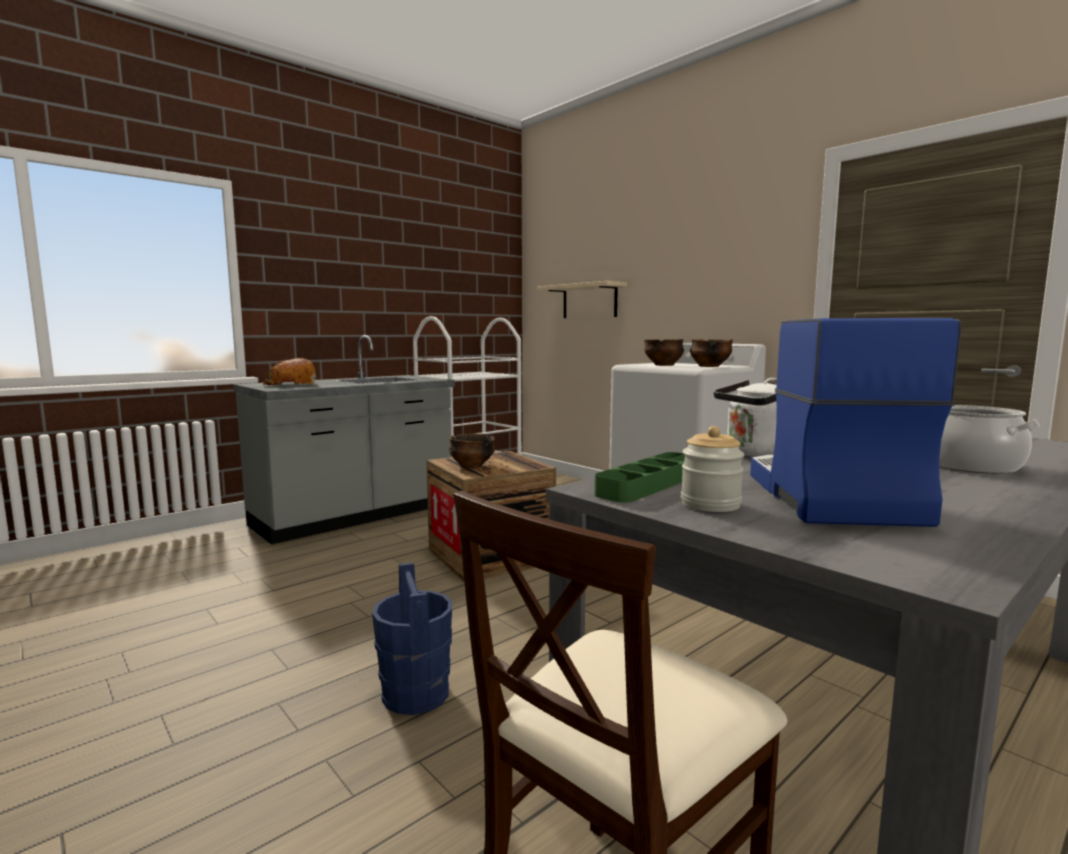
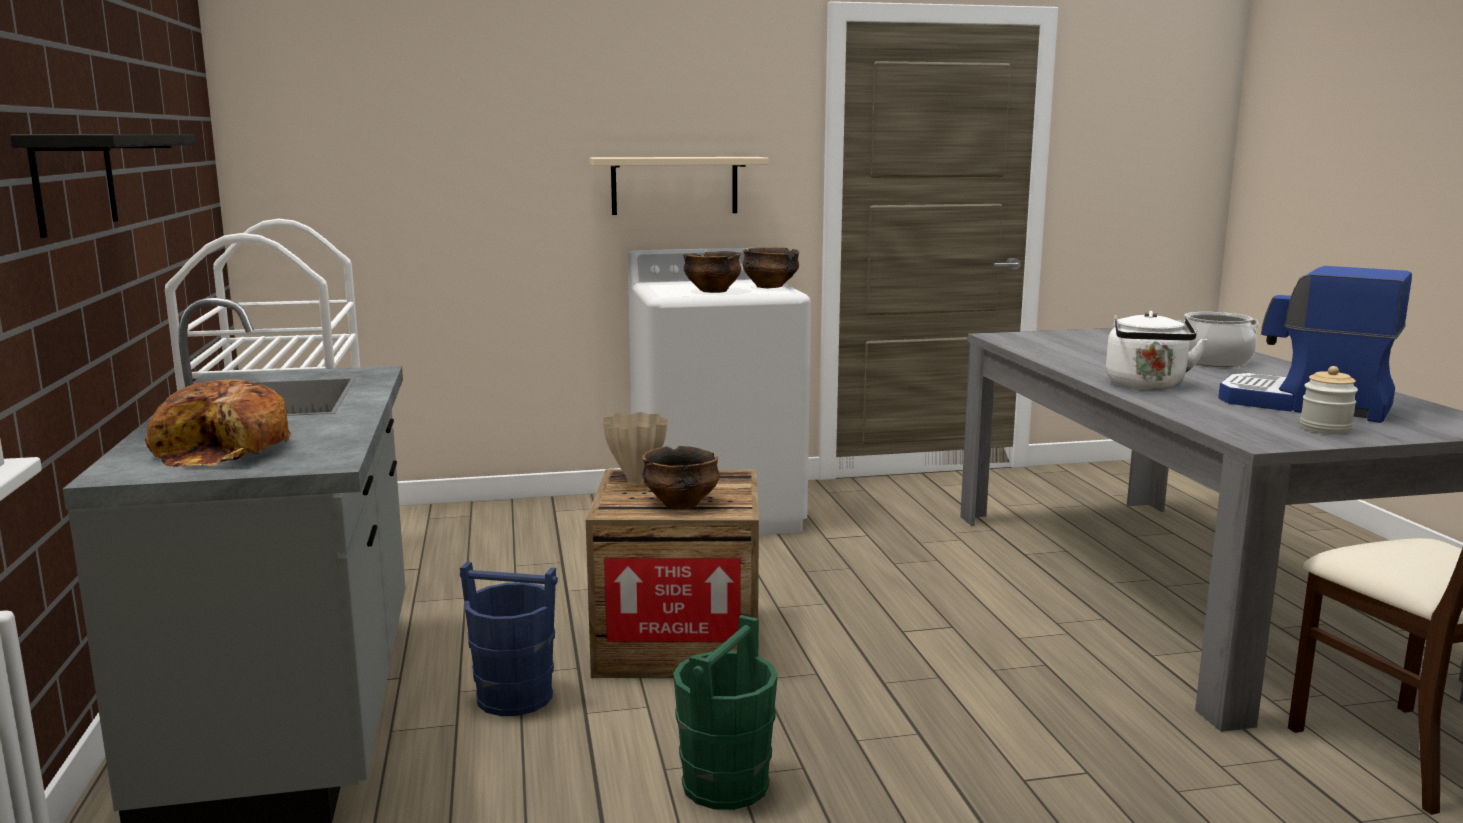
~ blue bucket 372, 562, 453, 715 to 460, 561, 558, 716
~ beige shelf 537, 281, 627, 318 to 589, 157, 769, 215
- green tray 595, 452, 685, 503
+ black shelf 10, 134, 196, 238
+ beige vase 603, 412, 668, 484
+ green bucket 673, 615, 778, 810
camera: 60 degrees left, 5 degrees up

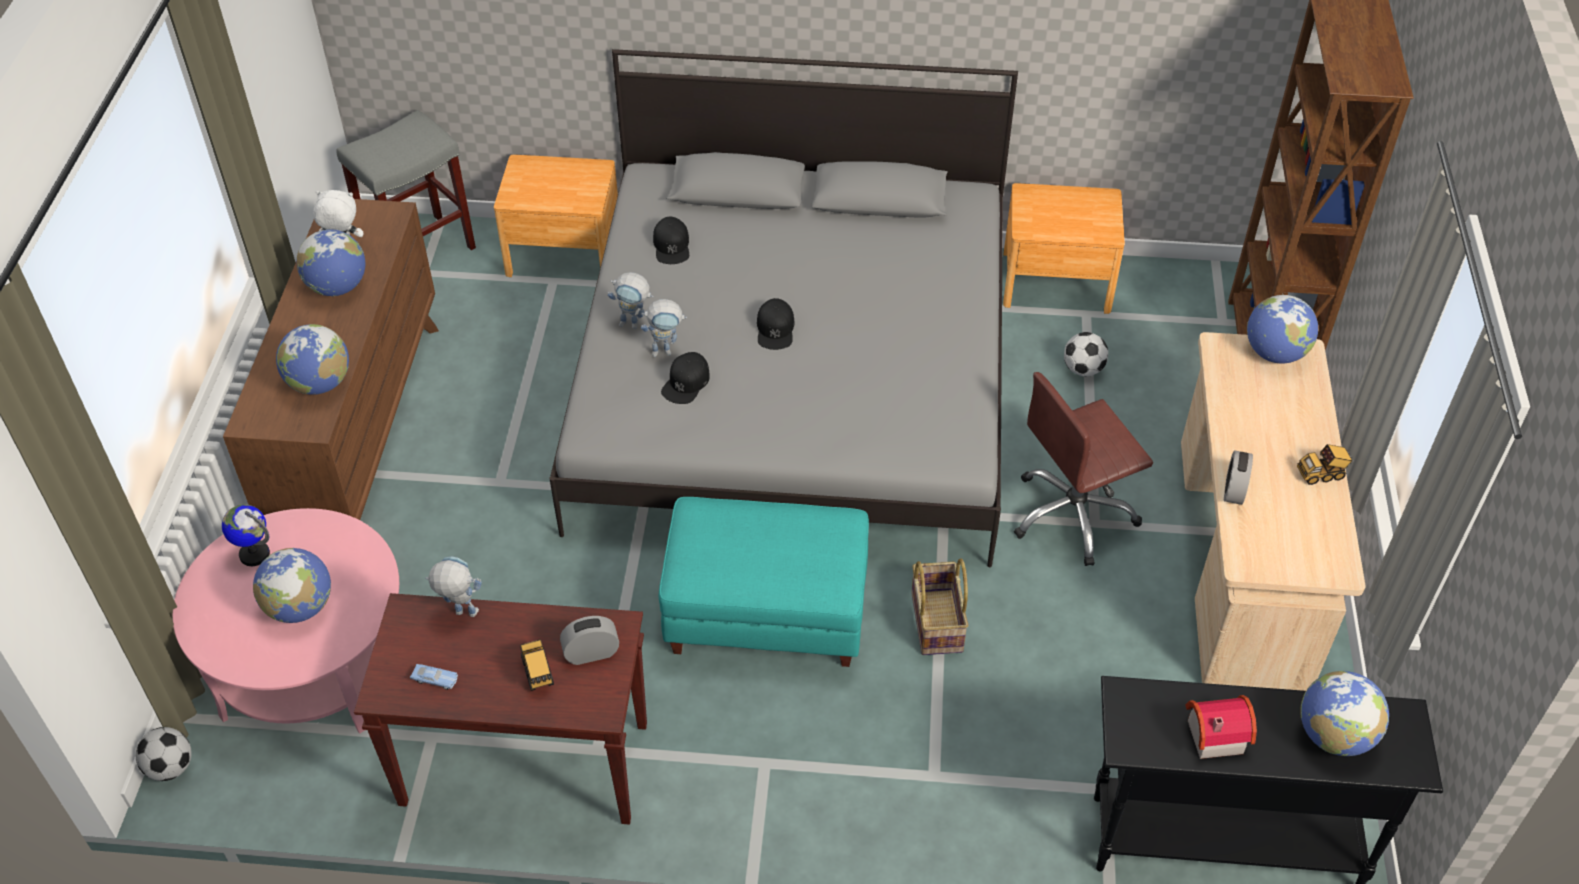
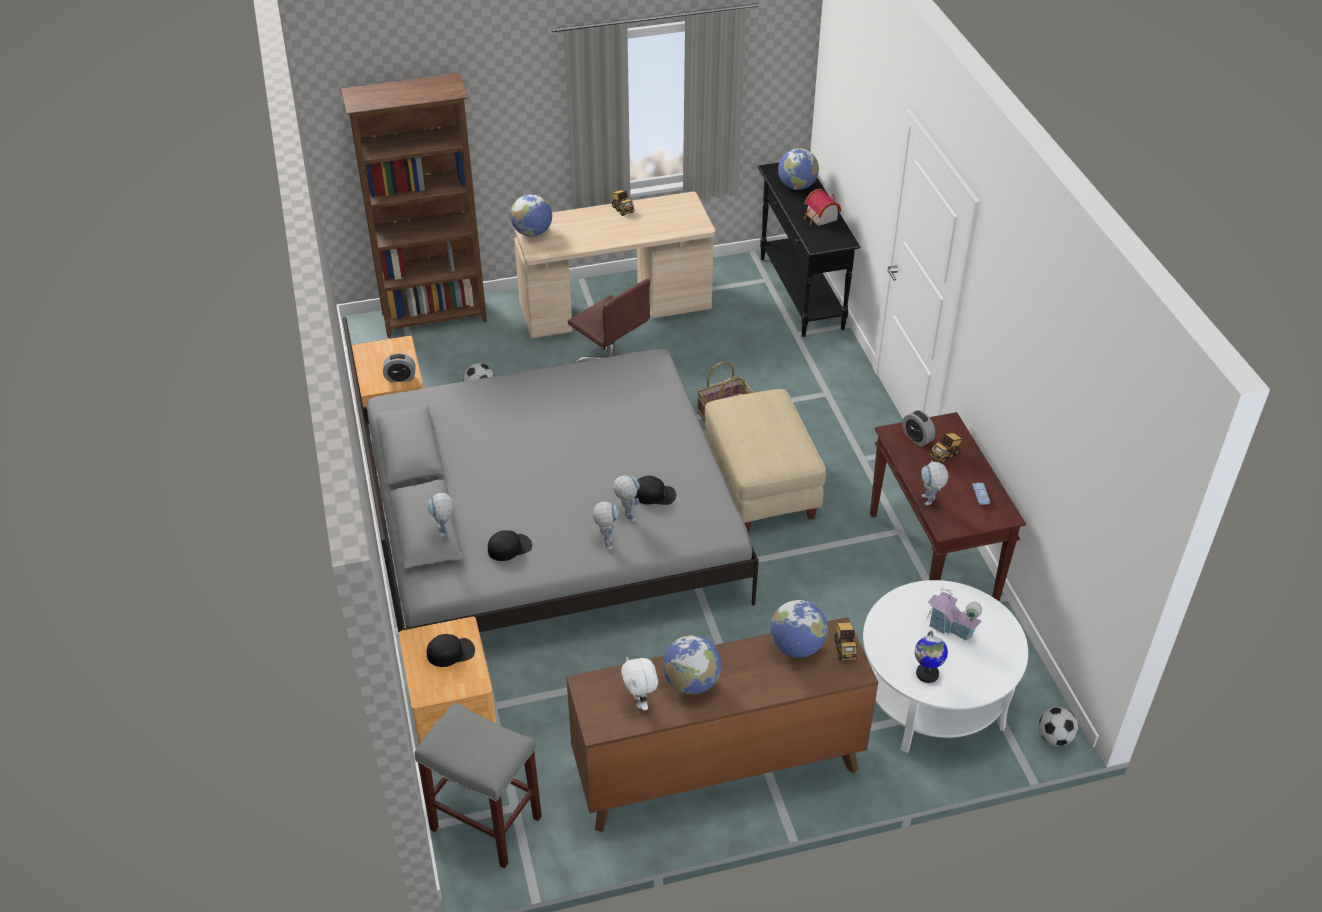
~ pink coffee table 173, 508, 399, 733 to white coffee table 863, 580, 1028, 753
~ globe 253, 548, 331, 623 to toy house 927, 588, 982, 641
~ turquoise ottoman 659, 497, 869, 667 to beige ottoman 705, 389, 826, 532
~ black cap 757, 298, 795, 350 to 427, 634, 475, 667
~ alarm clock 1224, 450, 1253, 505 to 383, 353, 415, 382
+ toy robot 427, 491, 454, 537
+ toy truck 834, 622, 857, 661
camera: 110 degrees left, 5 degrees down

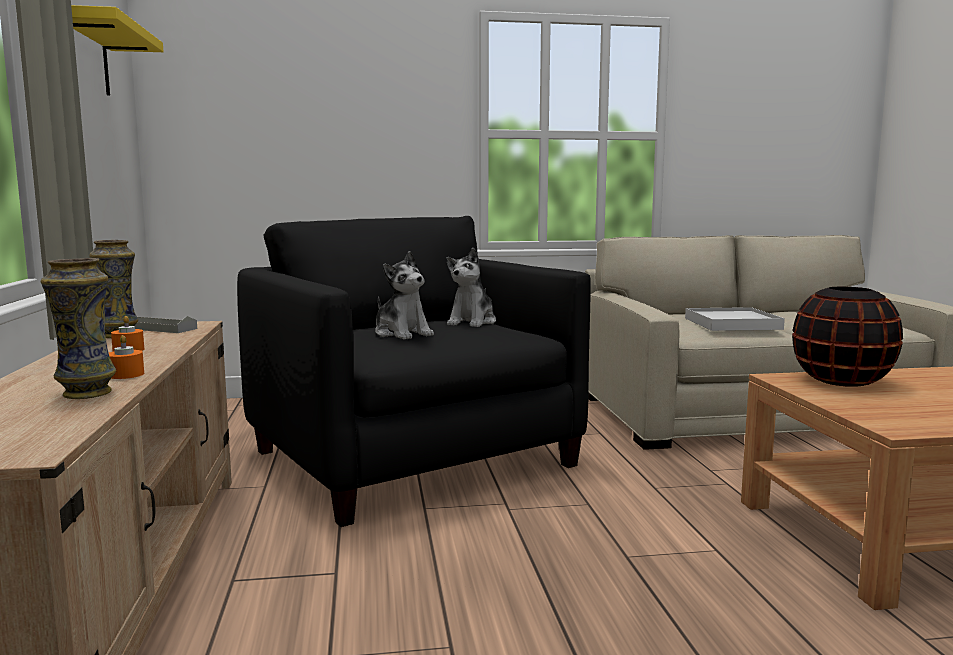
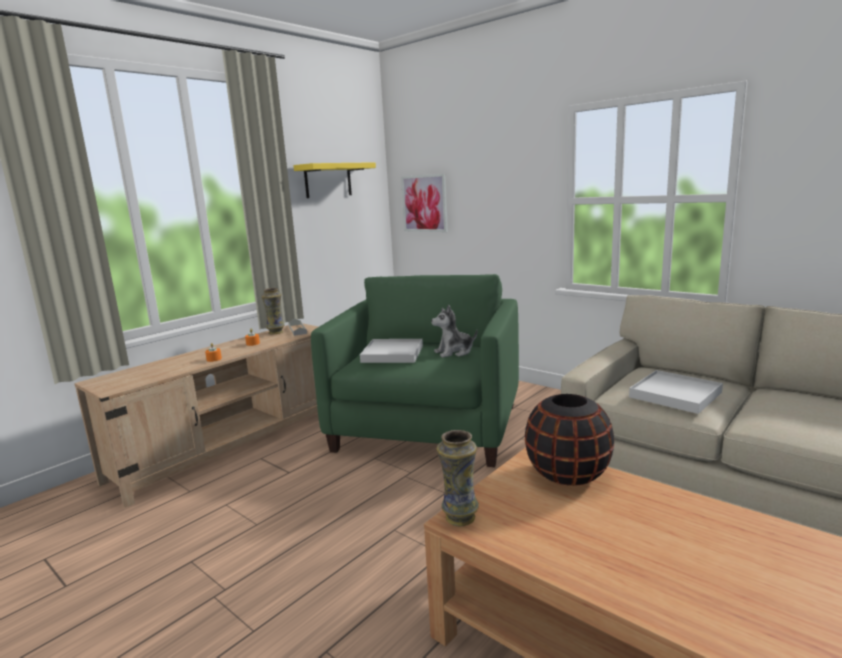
~ vase 41, 258, 116, 399 to 437, 430, 479, 526
~ black armchair 237, 216, 591, 527 to green armchair 311, 274, 519, 467
~ plush toy 375, 251, 434, 340 to white tray 360, 339, 423, 363
+ picture 401, 174, 448, 232
camera: 50 degrees right, 5 degrees up

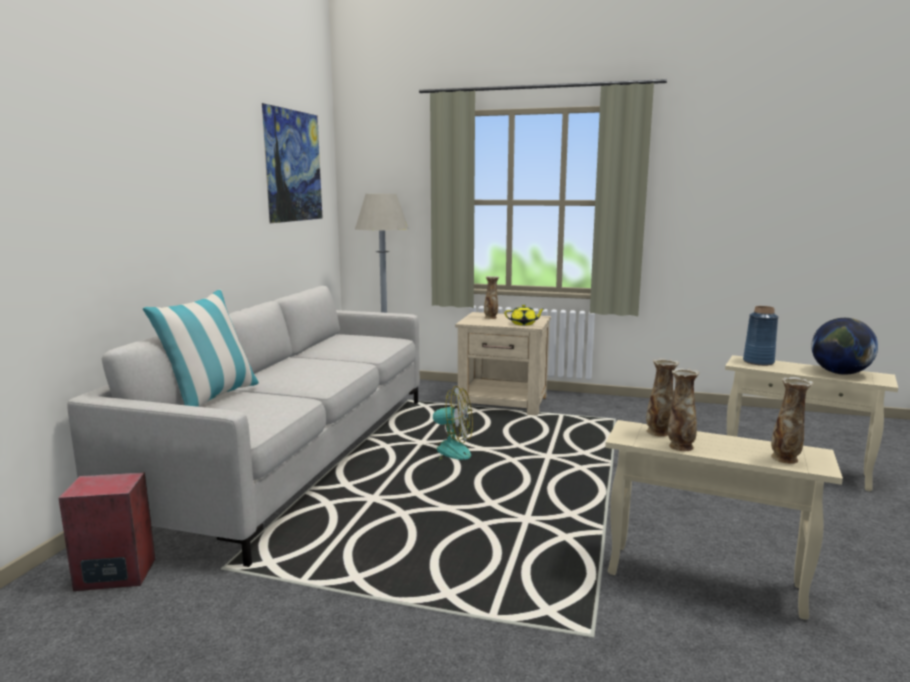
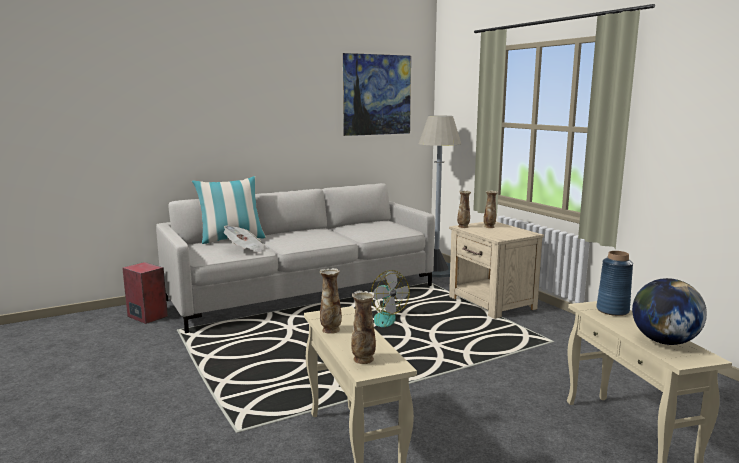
- yellow teapot 505, 304, 544, 326
~ vase 646, 358, 679, 437 to 457, 191, 471, 228
+ newspaper 224, 226, 265, 253
camera: 45 degrees right, 0 degrees up

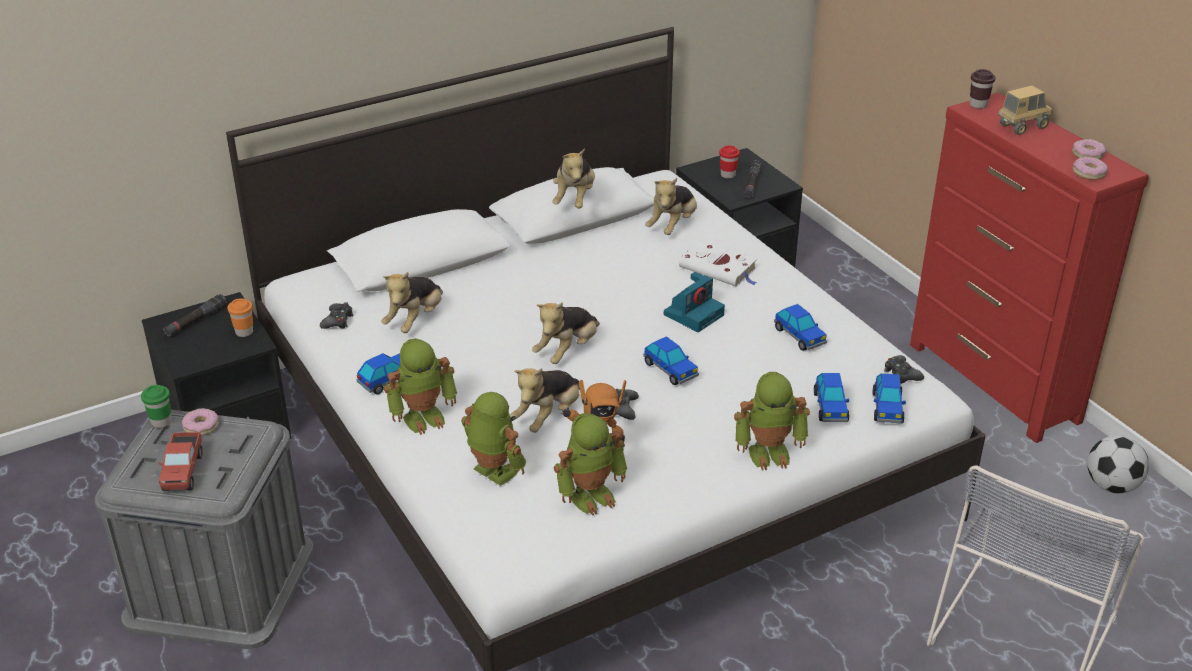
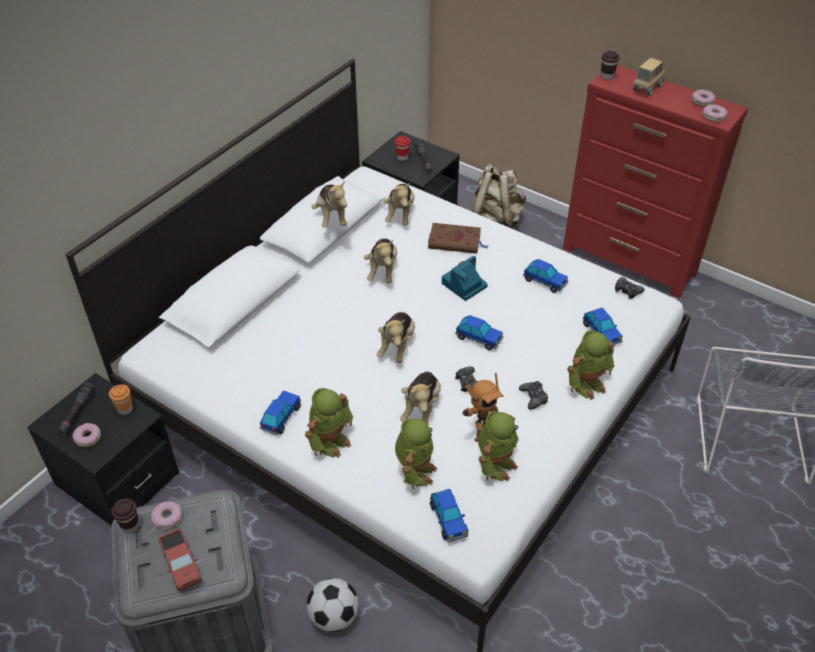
~ green cup 141, 385, 172, 428 to brown cup 111, 499, 139, 534
~ black game controller 320, 302, 354, 329 to 519, 381, 548, 410
~ plush toy 381, 272, 443, 333 to 364, 238, 397, 283
~ toy robot 461, 392, 526, 486 = 395, 419, 437, 489 90 degrees clockwise
~ photo camera 664, 272, 725, 332 = 442, 256, 488, 301 150 degrees counterclockwise
~ white book 679, 240, 757, 286 to brown book 428, 223, 489, 254
~ toy car 873, 373, 906, 424 to 430, 489, 468, 542
~ football 1087, 435, 1149, 493 to 307, 578, 359, 632
+ donut 73, 423, 101, 447
+ beige backpack 472, 164, 526, 229
camera: 25 degrees left, 10 degrees up

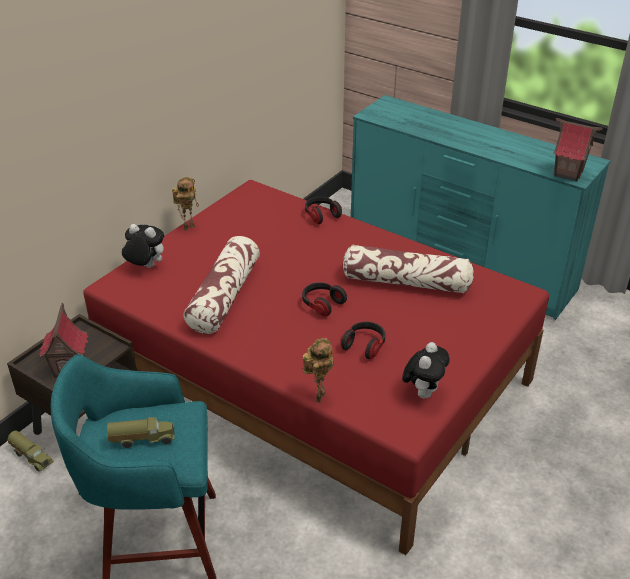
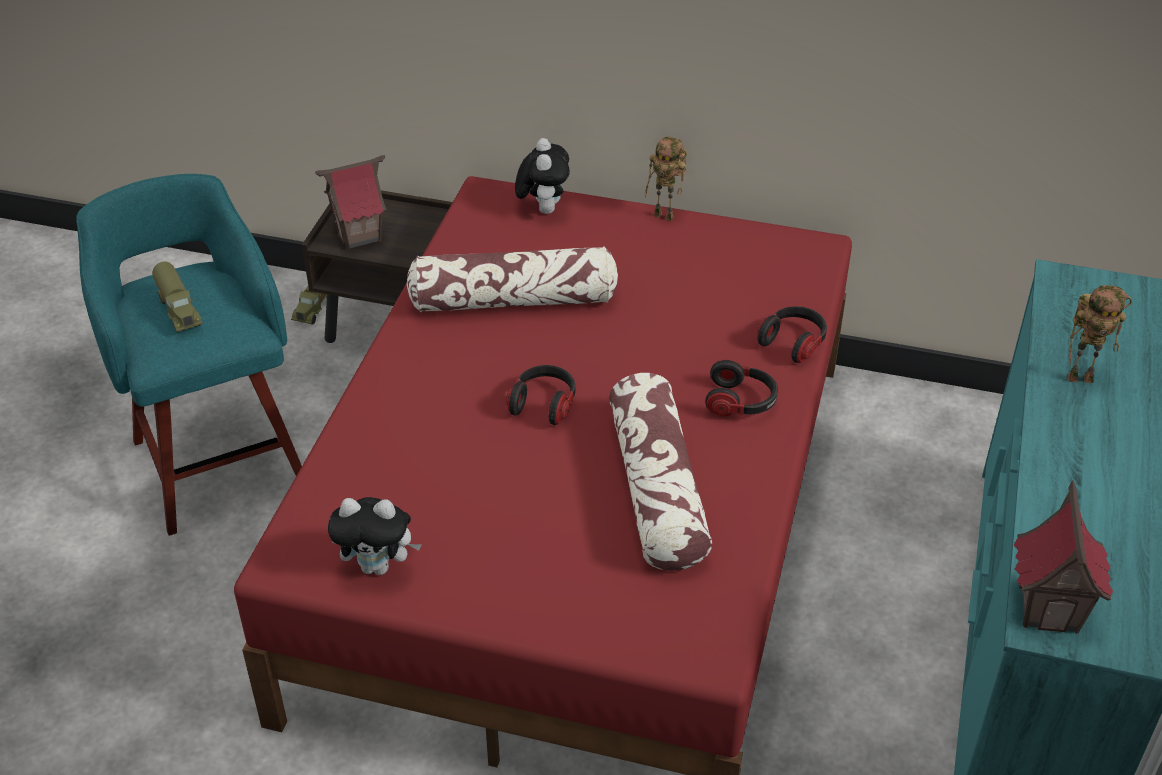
~ toy robot 303, 338, 334, 403 to 1068, 285, 1132, 383
~ headphones 340, 322, 386, 359 to 705, 360, 778, 416
camera: 70 degrees right, 5 degrees up

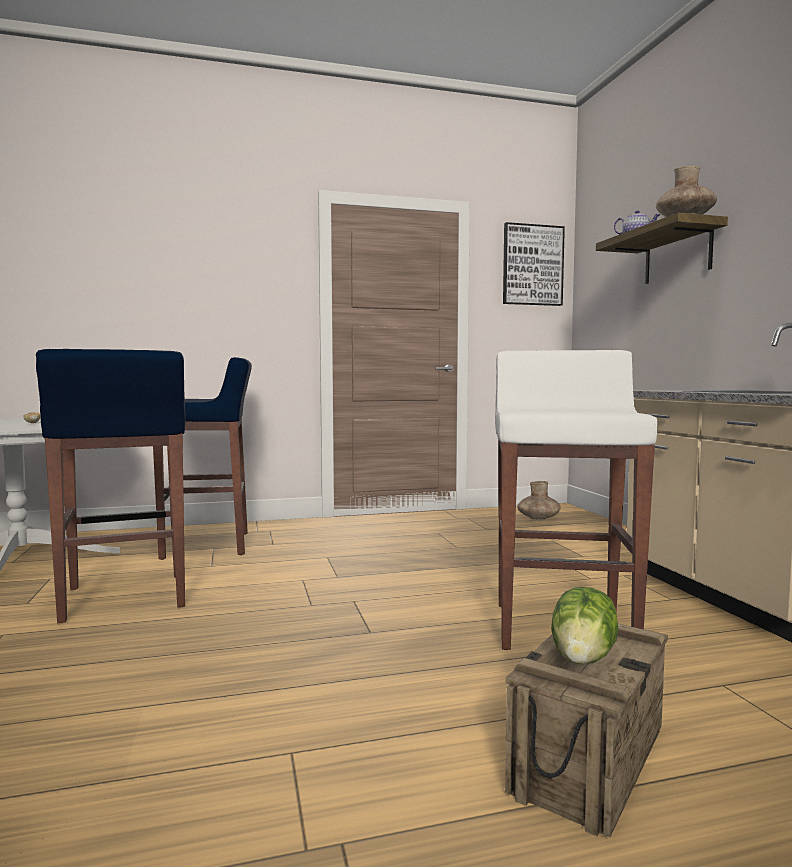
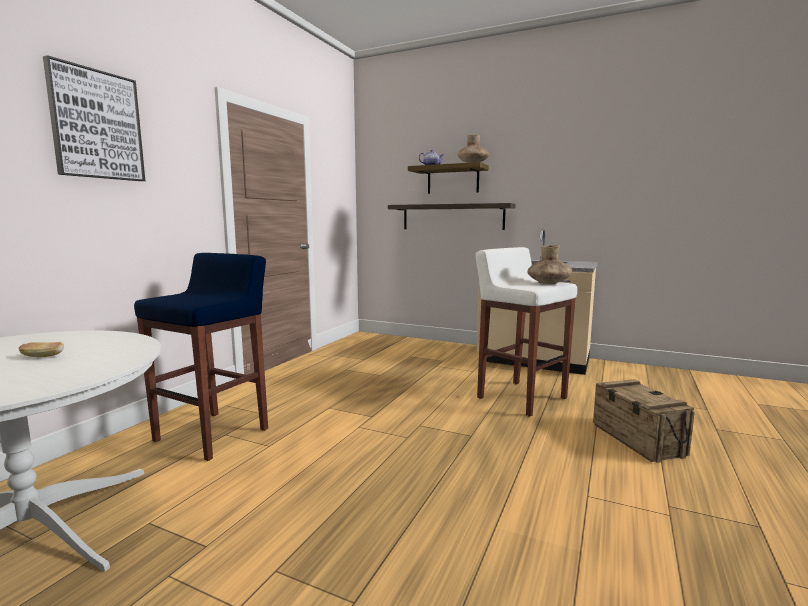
- blue stool 36, 349, 186, 623
~ picture 503, 222, 565, 306 to 43, 55, 145, 181
~ brown vase 517, 481, 561, 520 to 527, 245, 572, 284
- lettuce 551, 587, 618, 665
+ shelf 388, 203, 515, 230
camera: 50 degrees left, 5 degrees up

